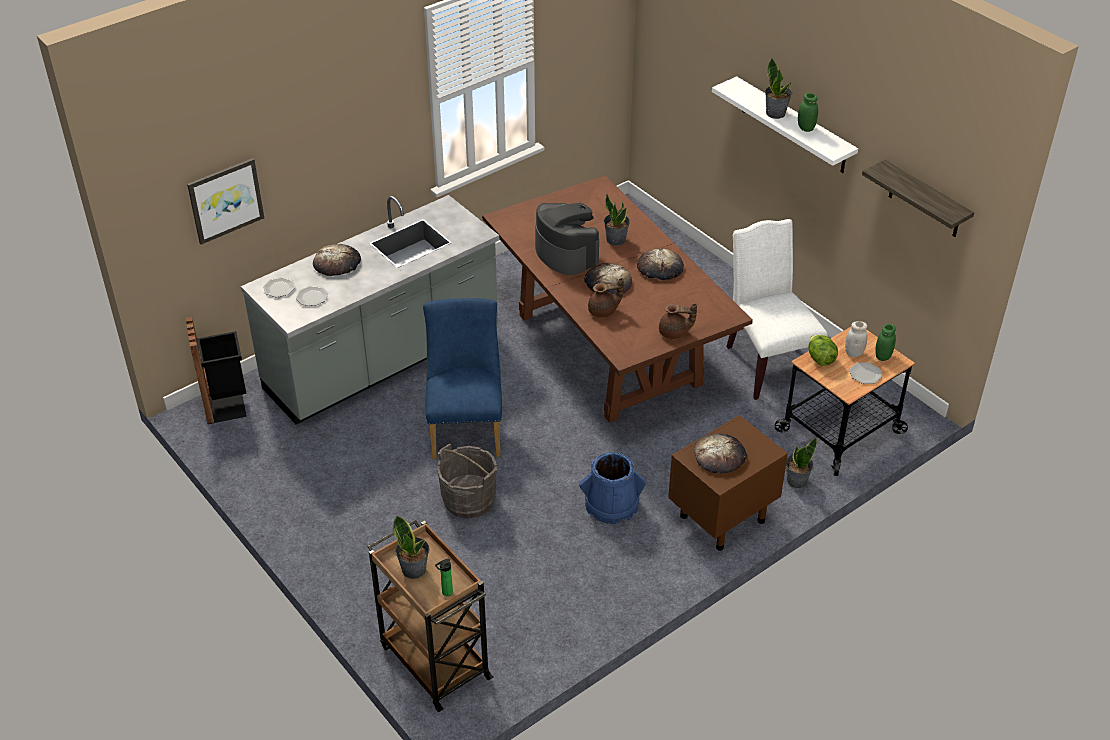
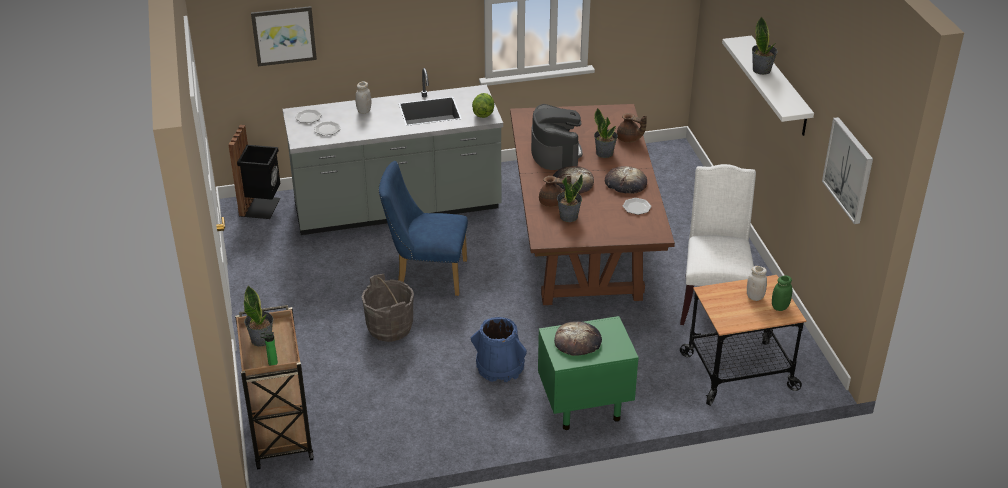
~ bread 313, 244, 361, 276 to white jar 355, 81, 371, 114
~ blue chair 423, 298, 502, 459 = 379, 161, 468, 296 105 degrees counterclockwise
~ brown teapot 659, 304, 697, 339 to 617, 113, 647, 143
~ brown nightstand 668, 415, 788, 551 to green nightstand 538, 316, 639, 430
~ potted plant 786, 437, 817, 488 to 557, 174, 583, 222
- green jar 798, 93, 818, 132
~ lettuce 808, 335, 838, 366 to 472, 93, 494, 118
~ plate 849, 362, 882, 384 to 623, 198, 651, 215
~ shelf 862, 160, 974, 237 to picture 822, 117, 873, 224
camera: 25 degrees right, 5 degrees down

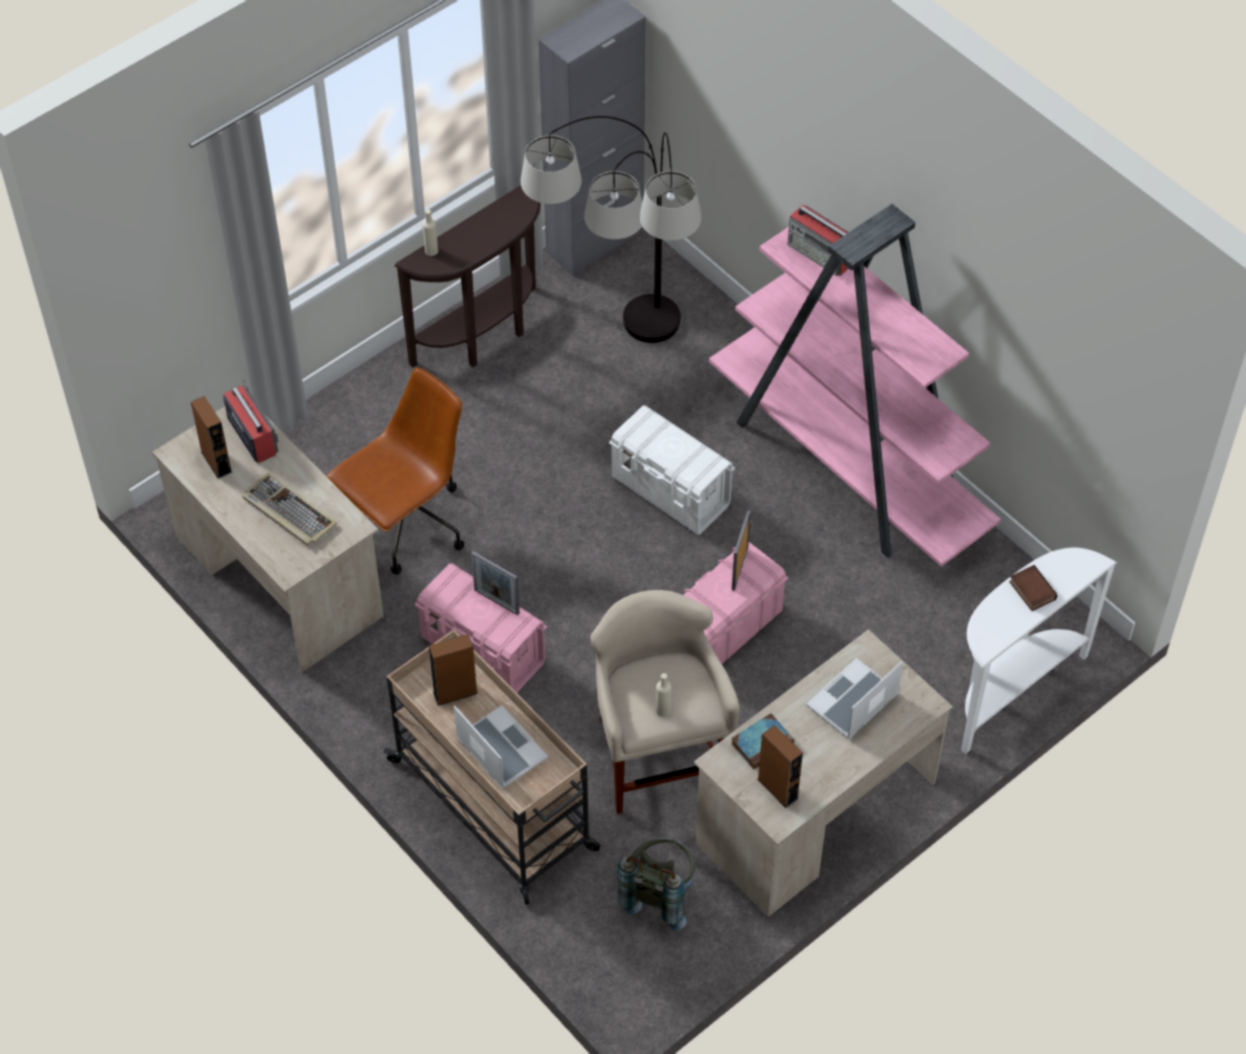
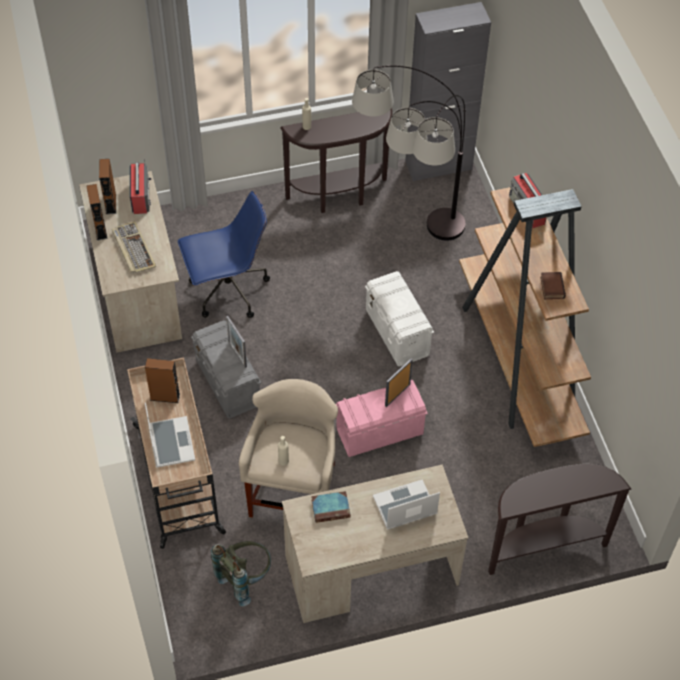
~ brown office chair 326, 367, 464, 575 to blue office chair 178, 191, 270, 318
~ pink storage box 414, 563, 547, 693 to grey storage box 191, 320, 261, 418
~ pink bookcase 709, 204, 1001, 566 to brown bookcase 459, 187, 591, 447
~ brown speaker 757, 725, 803, 808 to 86, 184, 108, 240
~ white console table 961, 548, 1117, 754 to brown console table 488, 464, 631, 575
~ book 1009, 565, 1058, 611 to 540, 272, 566, 299
camera: 25 degrees right, 0 degrees up

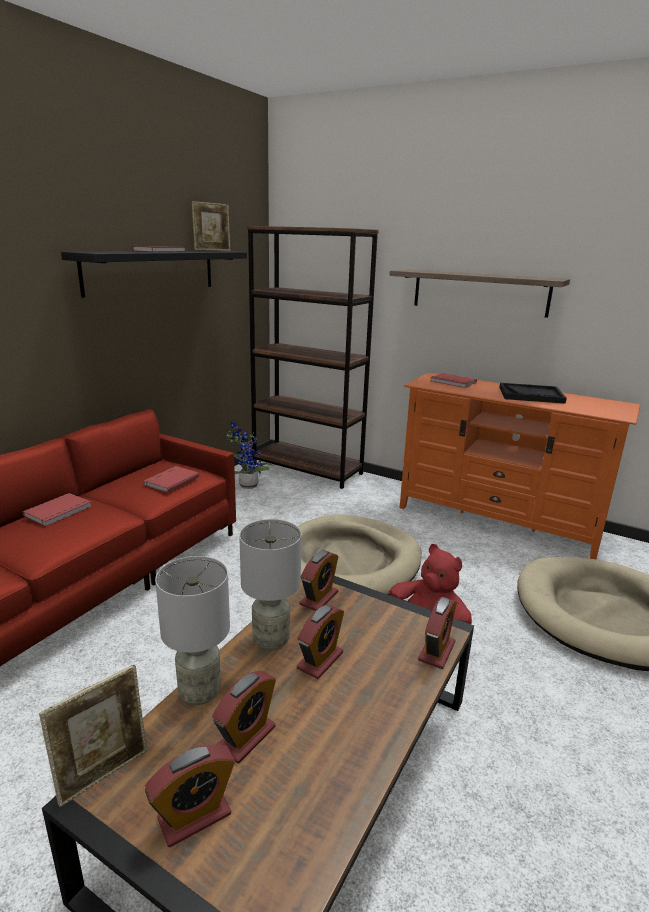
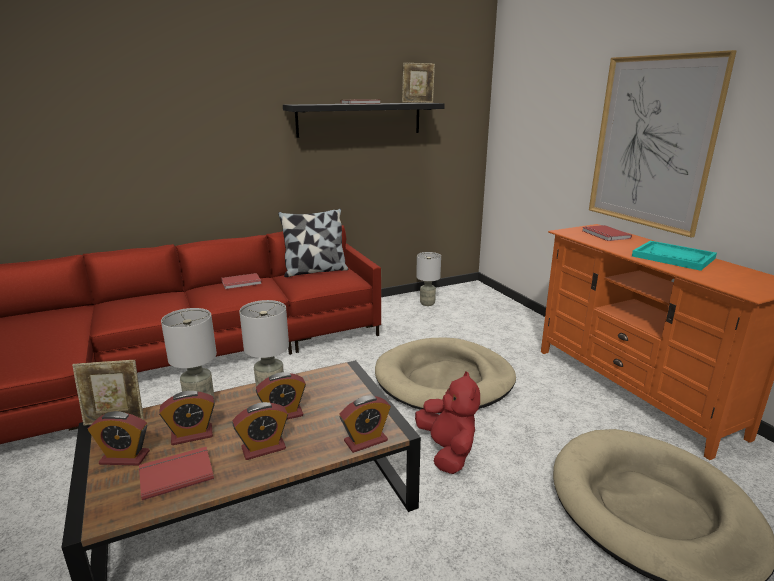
~ red book 144, 466, 199, 493 to 139, 447, 214, 501
~ potted plant 227, 422, 272, 489 to grey table lamp 416, 252, 441, 306
- brown bookcase 247, 226, 379, 489
~ alarm clock 300, 550, 338, 611 to 232, 402, 288, 460
~ shelf 389, 269, 570, 318 to picture 589, 50, 737, 237
~ black tray 499, 383, 567, 404 to turquoise tray 632, 241, 717, 271
+ pillow 278, 208, 348, 277
camera: 35 degrees right, 0 degrees up

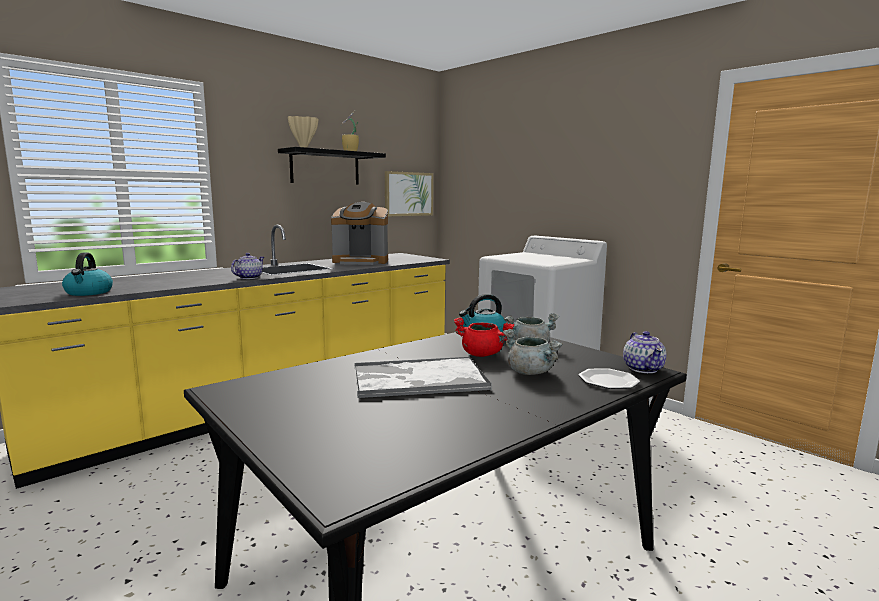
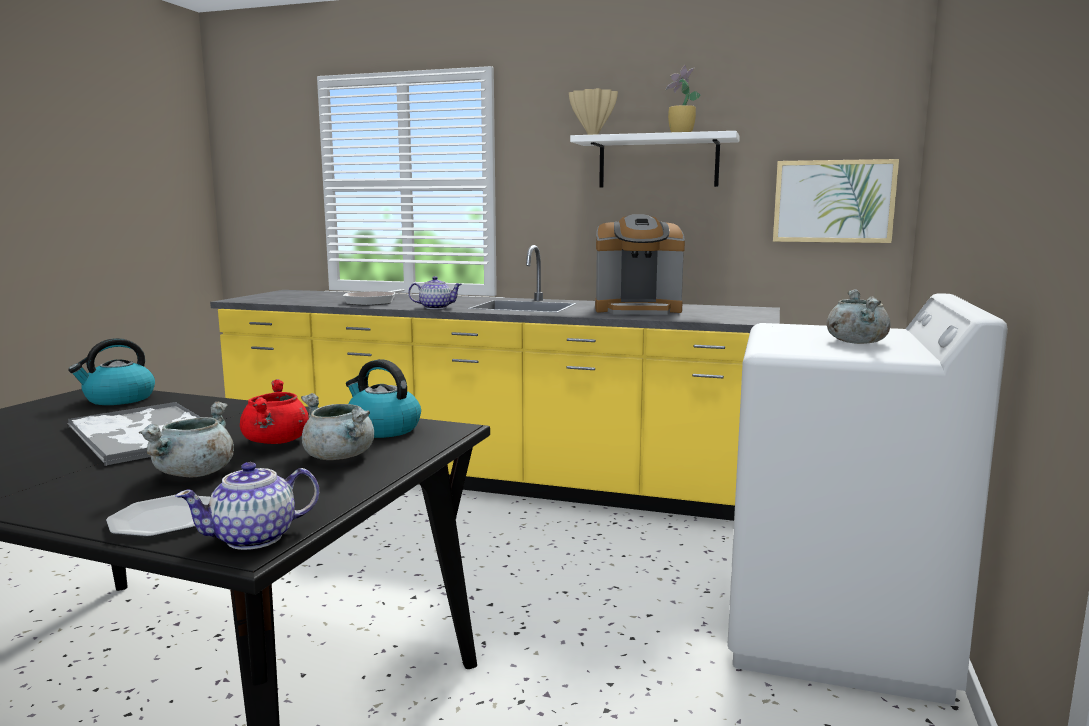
~ kettle 62, 252, 113, 296 to 68, 338, 155, 405
~ black shelf 278, 147, 386, 185 to white shelf 570, 131, 740, 188
~ coffee machine 331, 202, 388, 265 = 595, 214, 685, 315 60 degrees counterclockwise
+ frying pan 343, 289, 405, 306
+ grey cooking pot 827, 289, 891, 344
camera: 60 degrees right, 0 degrees up

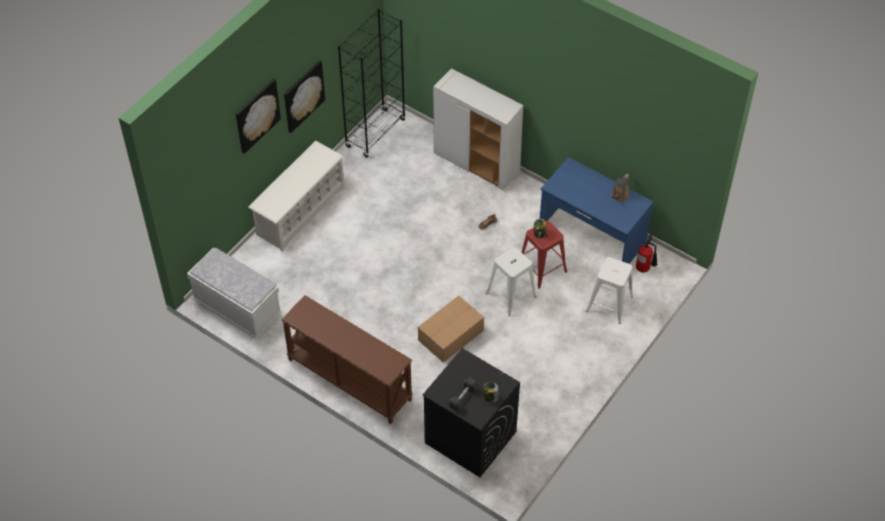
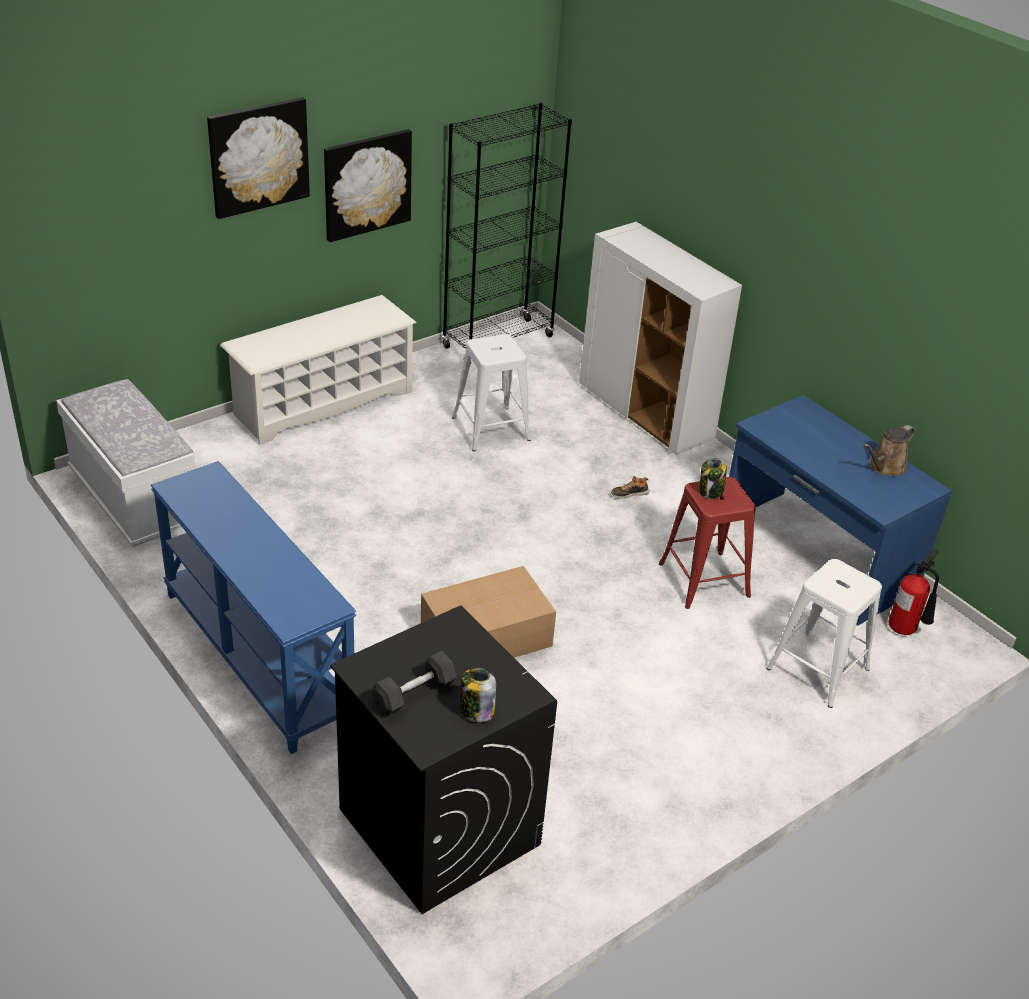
~ brown console table 281, 295, 413, 424 to blue console table 151, 461, 356, 754
~ white stool 485, 247, 537, 316 to 452, 334, 531, 451
camera: 15 degrees right, 15 degrees down

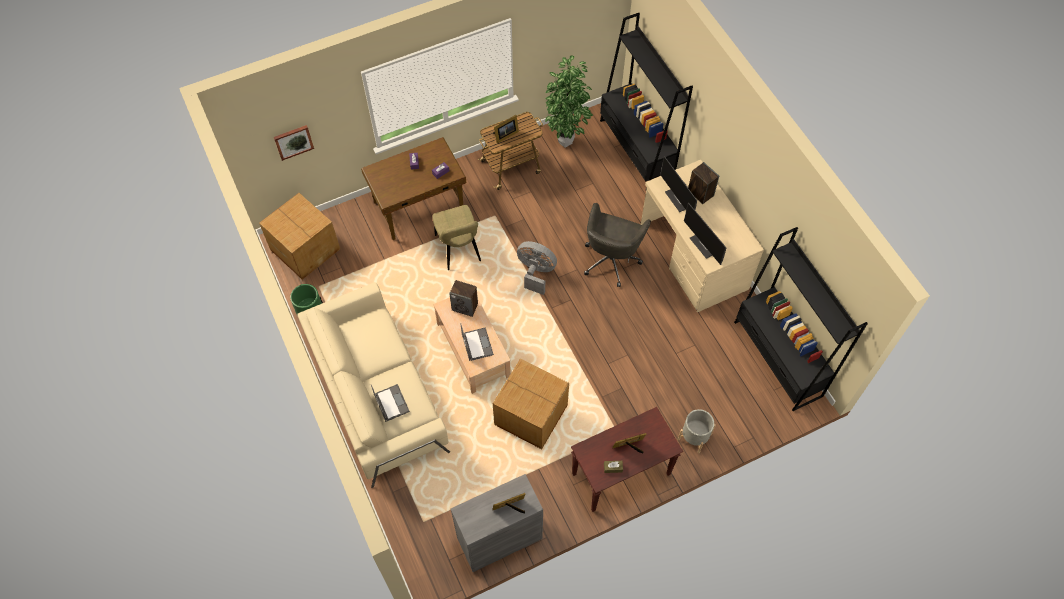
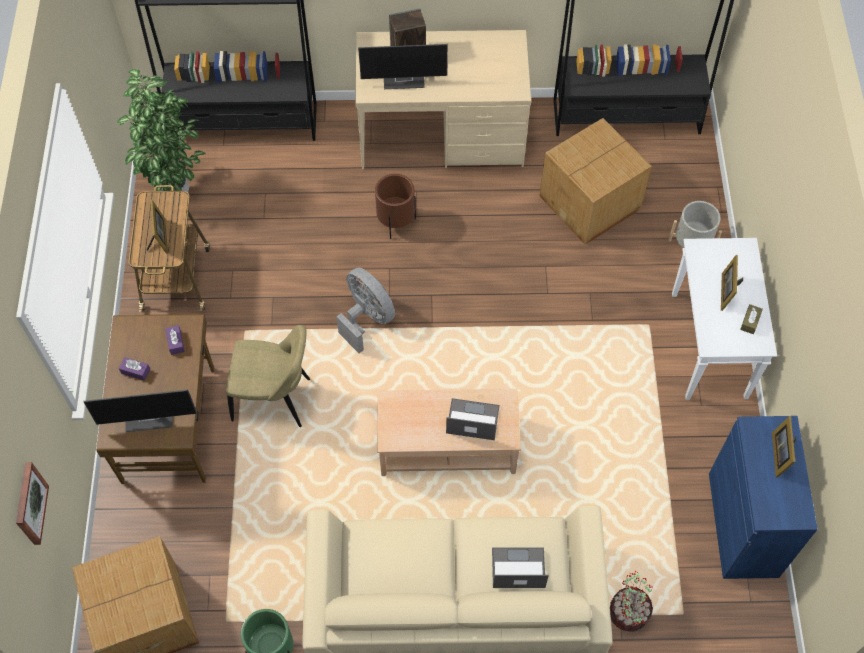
- speaker 449, 280, 478, 317
~ grey cabinet 451, 474, 543, 572 to blue cabinet 709, 416, 818, 579
~ cardboard box 493, 359, 569, 449 to 540, 118, 652, 245
~ grey fan 517, 241, 557, 295 = 336, 267, 395, 353 90 degrees clockwise
~ brown console table 571, 407, 683, 512 to white console table 672, 238, 777, 400
~ grey office chair 584, 203, 651, 287 to brown planter 375, 174, 416, 239
~ monitor 684, 203, 727, 265 to 83, 390, 197, 432
+ potted plant 610, 571, 653, 632
camera: 65 degrees left, 0 degrees up

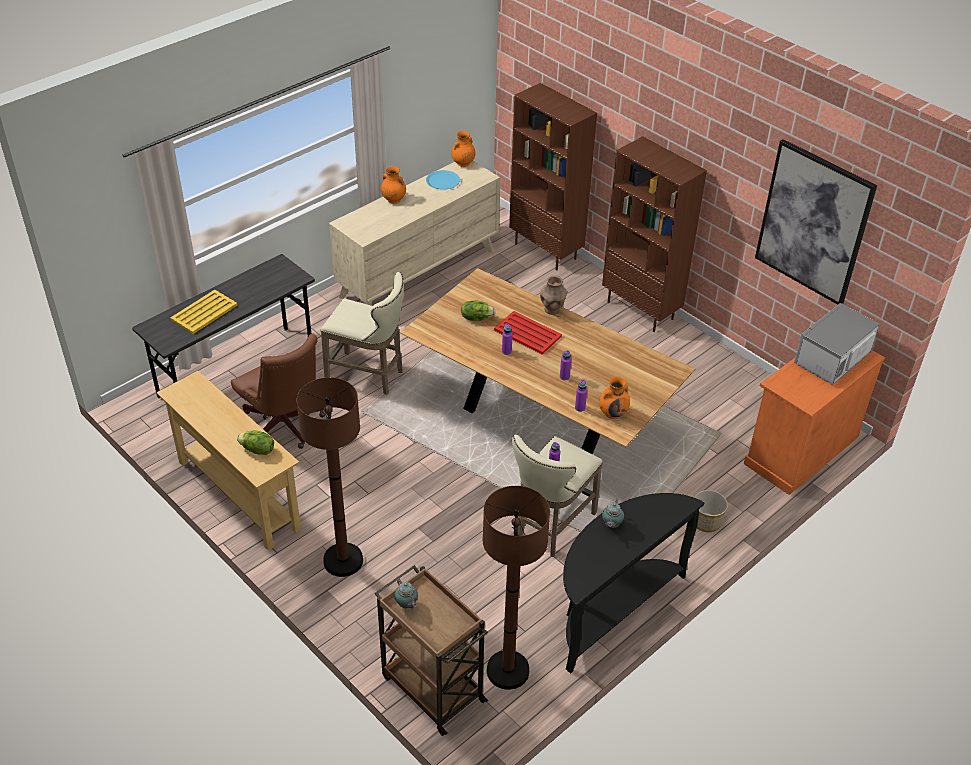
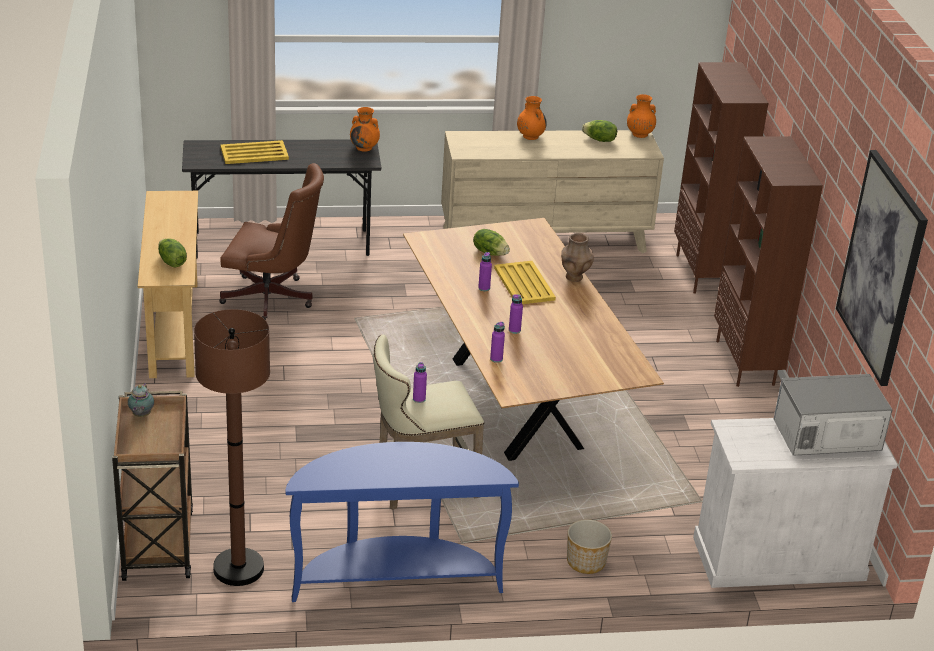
~ brown office chair 231, 334, 325, 449 = 219, 163, 324, 320 75 degrees counterclockwise
- brown floor lamp 297, 377, 363, 577
- beige stool 321, 272, 404, 395
~ blue plate 426, 170, 460, 190 to lettuce 582, 120, 617, 142
~ red tray 494, 311, 562, 354 to yellow tray 494, 261, 556, 304
~ black console table 563, 493, 704, 673 to blue console table 286, 442, 519, 602
~ orange vase 599, 376, 630, 419 to 350, 107, 380, 152
- teapot 602, 499, 624, 528
~ orange cabinet 744, 350, 885, 495 to white cabinet 693, 418, 897, 588
camera: 35 degrees right, 10 degrees down

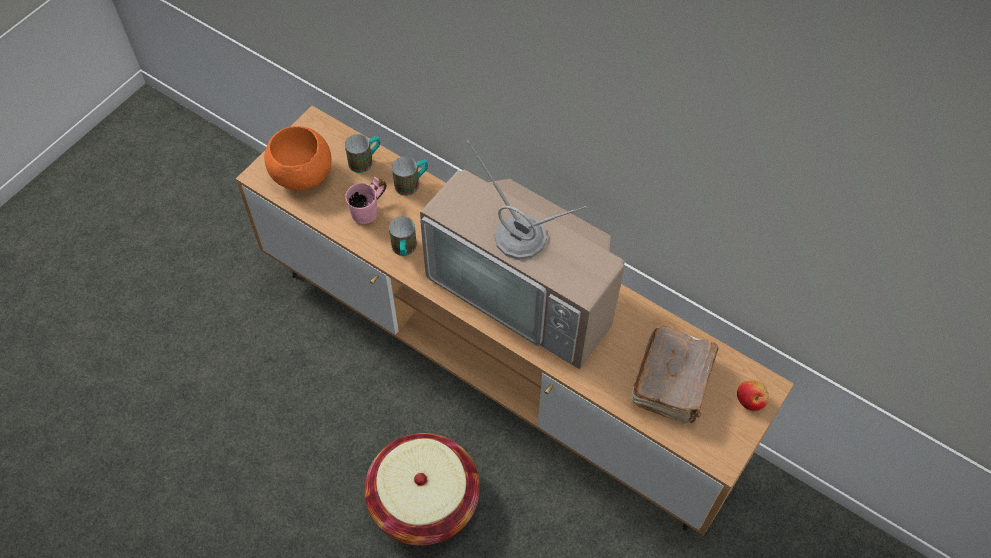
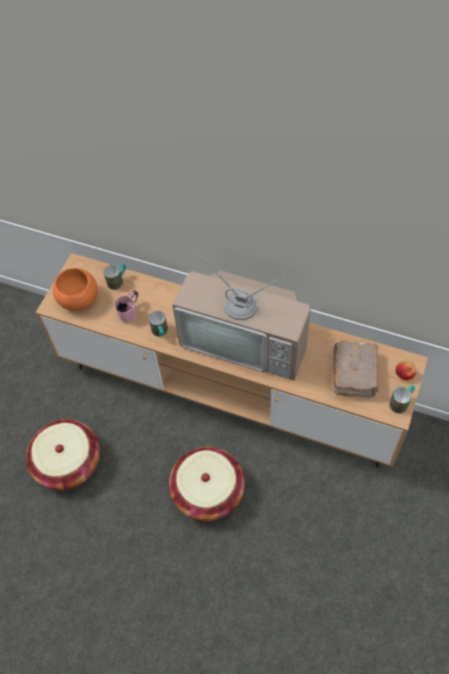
~ mug 392, 157, 428, 196 to 389, 385, 415, 414
+ basket 26, 419, 100, 490
camera: 10 degrees left, 0 degrees up

